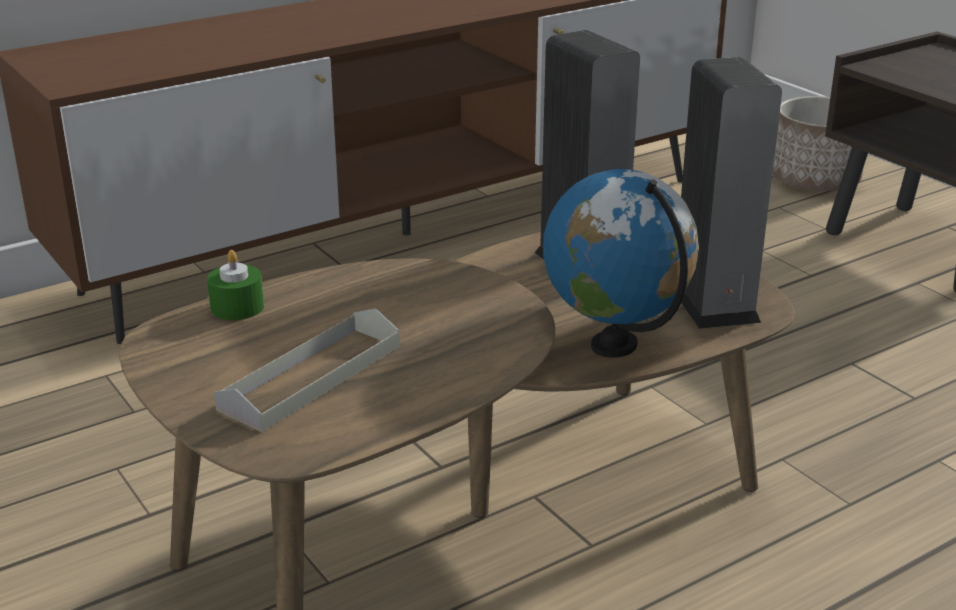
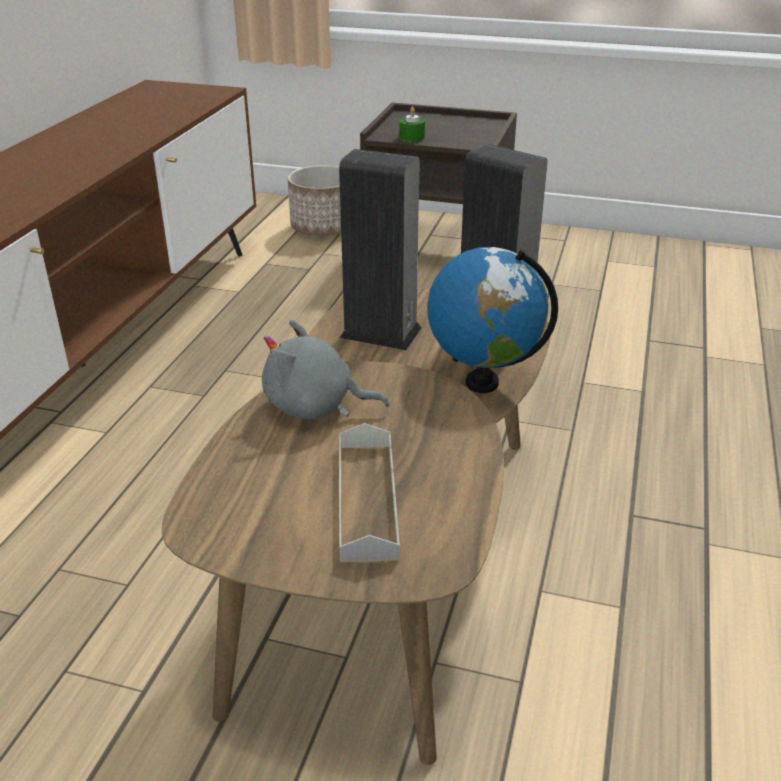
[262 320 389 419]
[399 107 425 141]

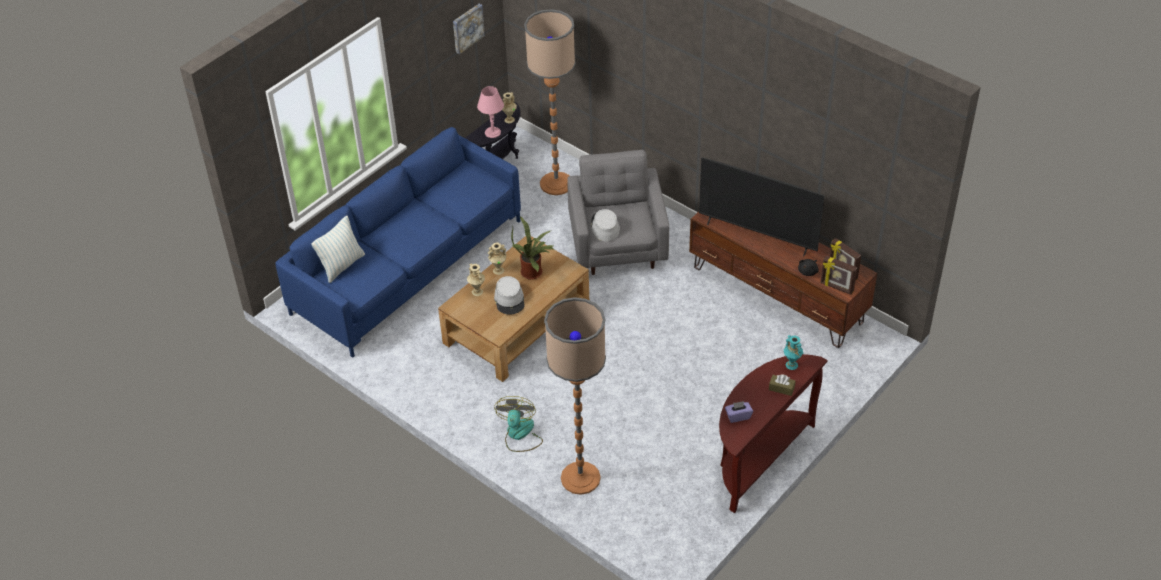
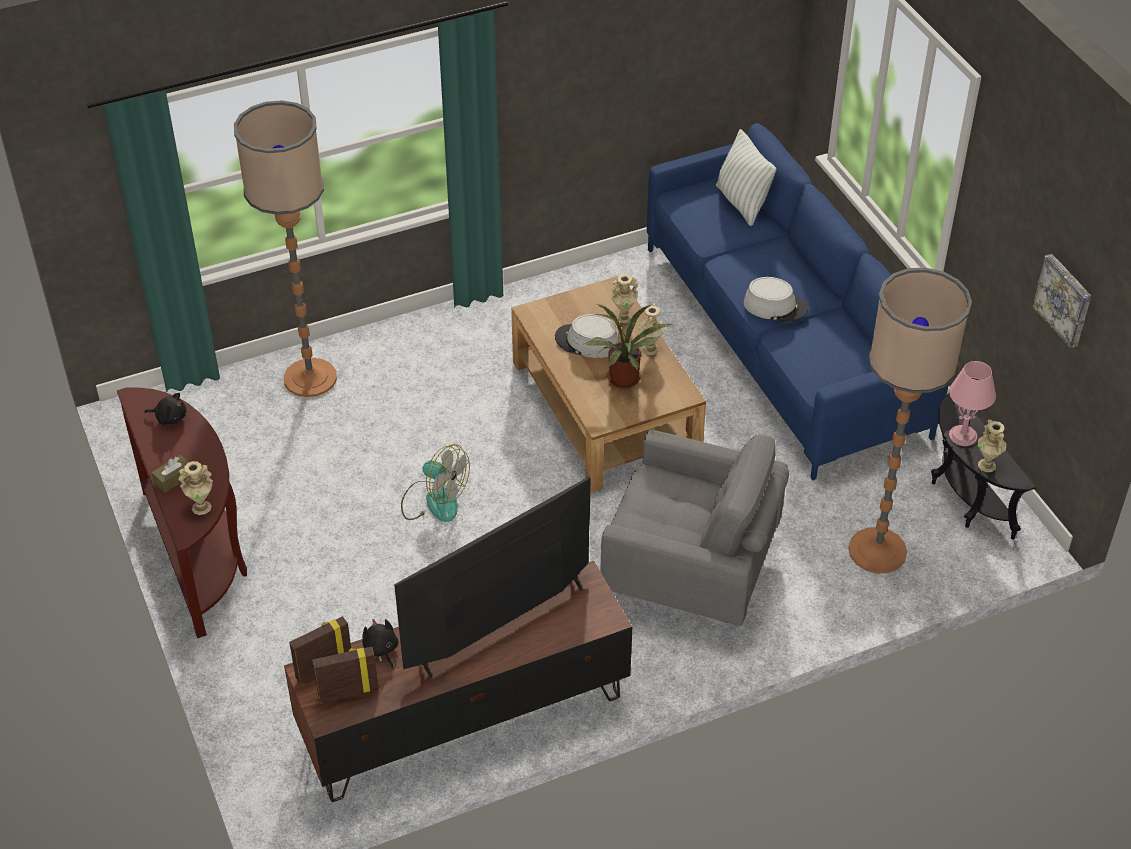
[401 444 470 522]
[743 277 809 322]
[144 393 187 425]
[178 461 213 515]

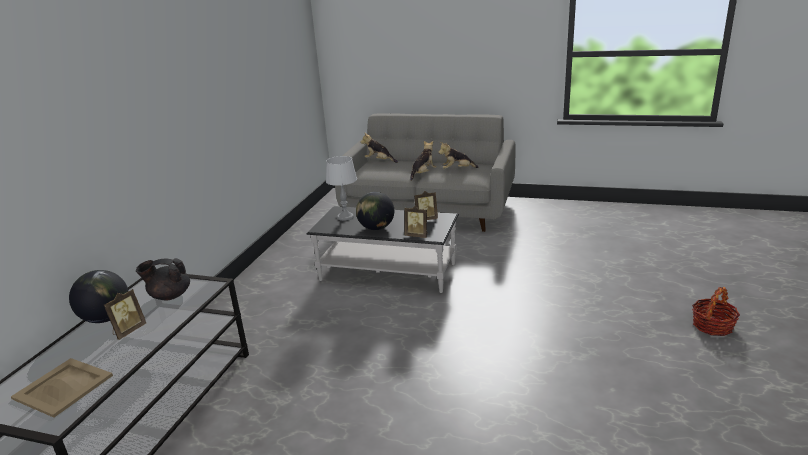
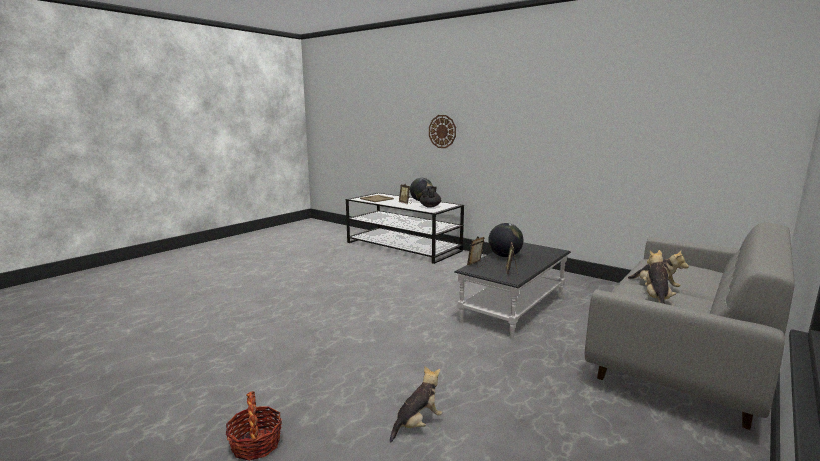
[326 156 357 221] (first image)
[429 115 456 148]
[390 366 442 443]

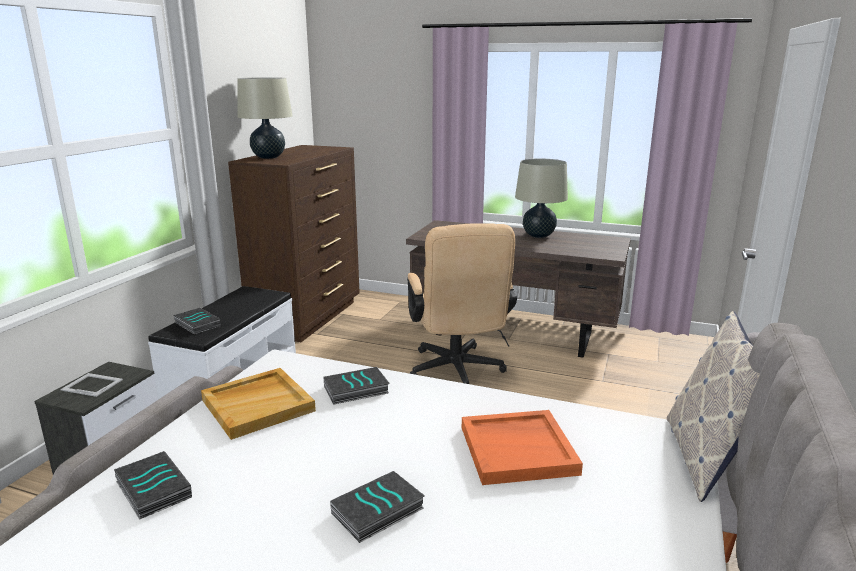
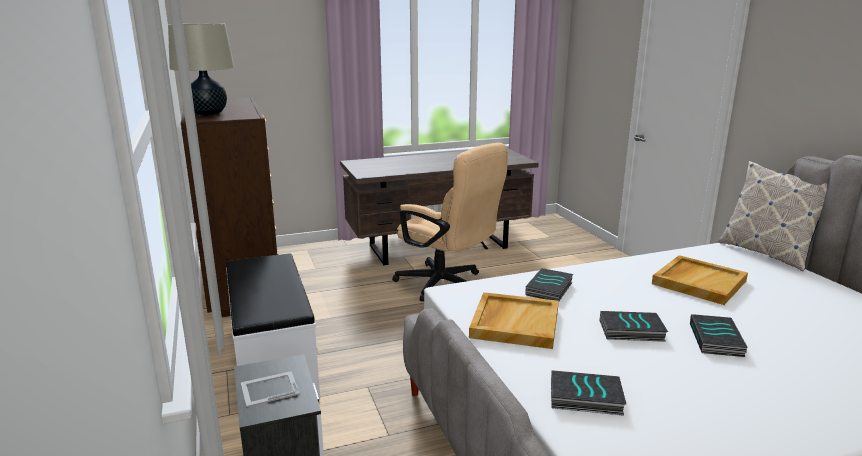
[515 159 568 238] (first image)
[600 311 668 342]
[652 255 748 305]

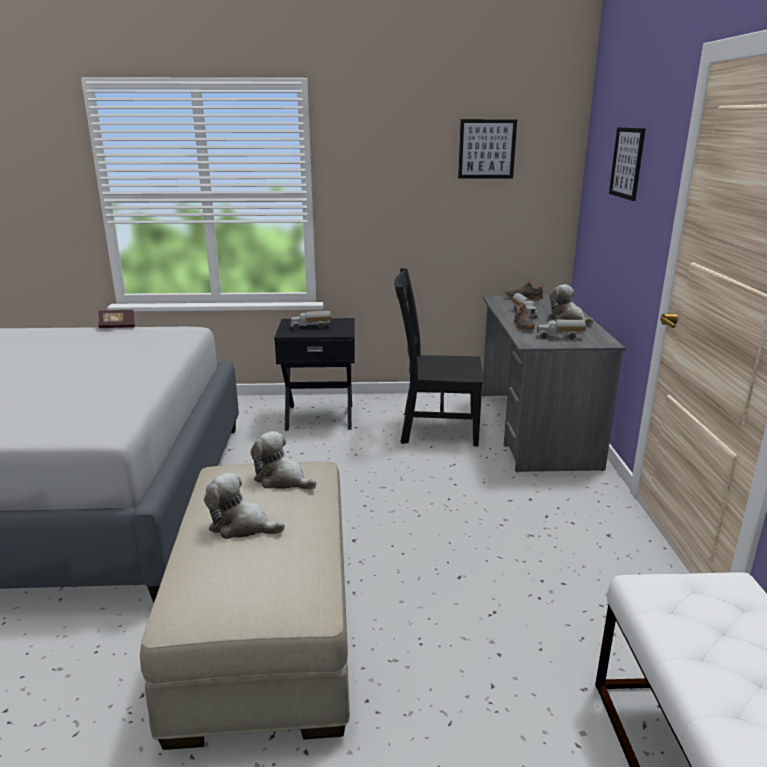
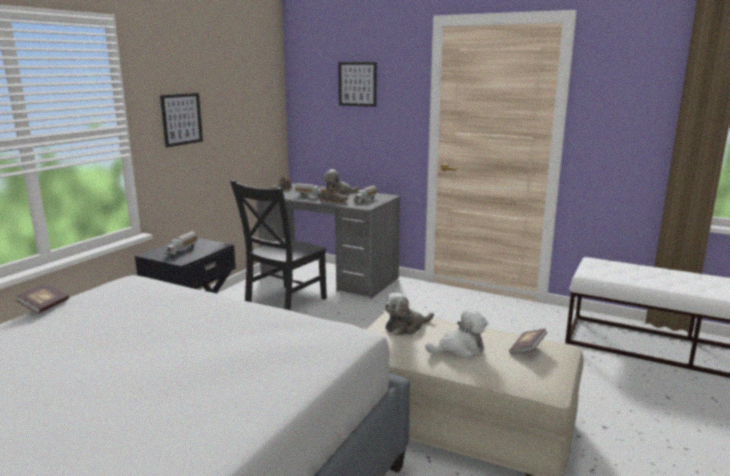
[509 328 547 354]
[160 93 203 147]
[425 308 488 359]

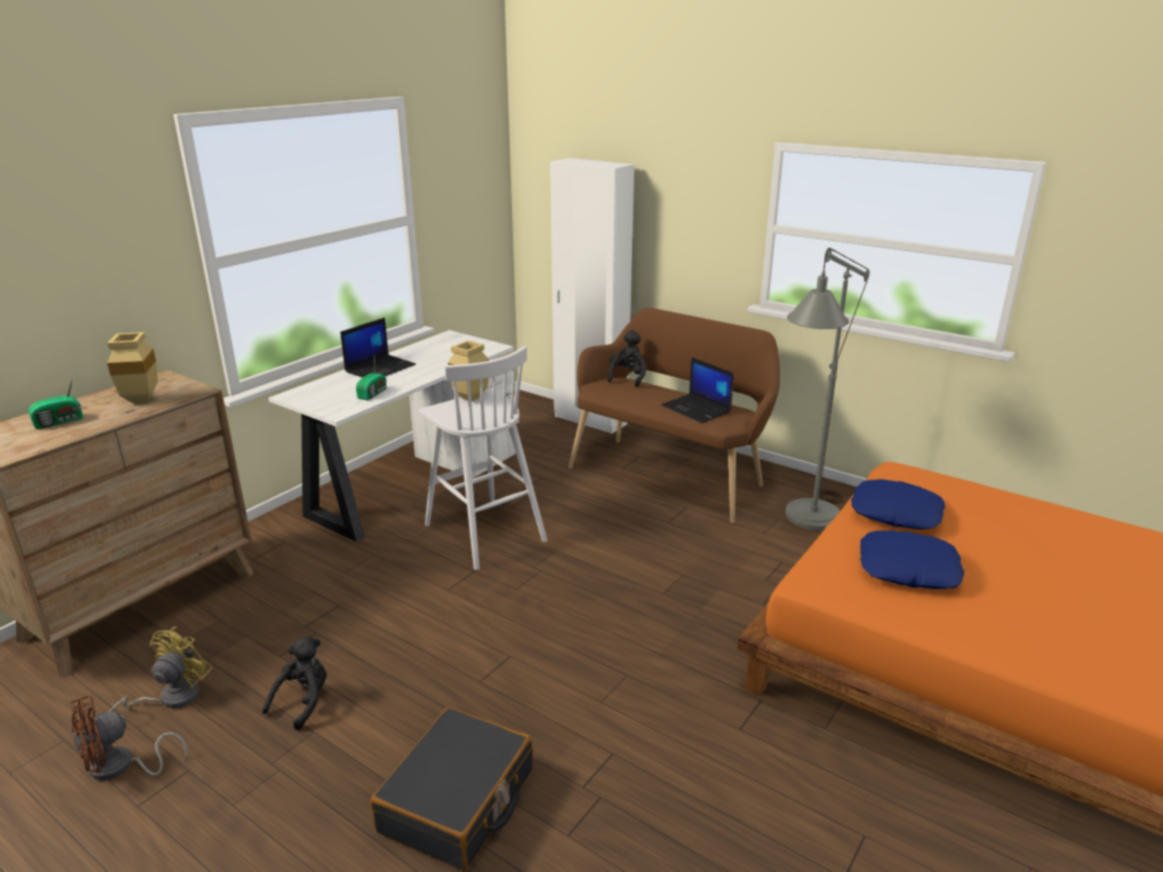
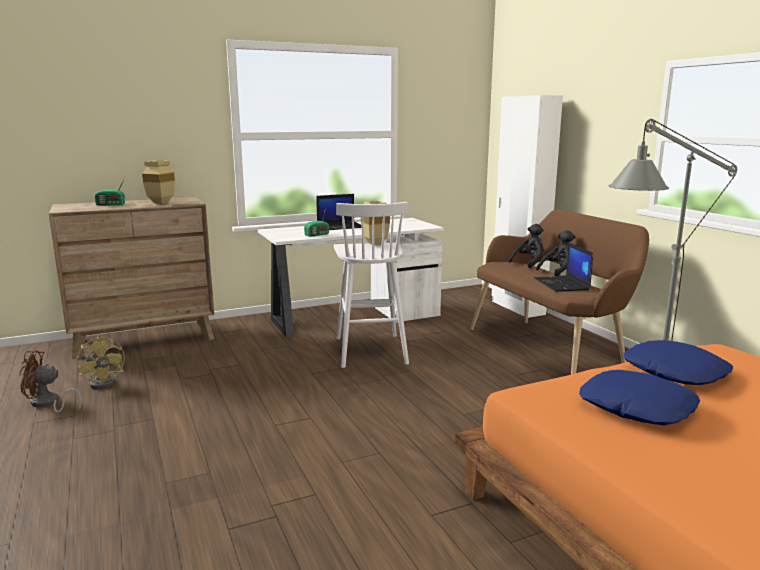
[370 707 533 870] (first image)
[536 230 575 276]
[76 336 125 389]

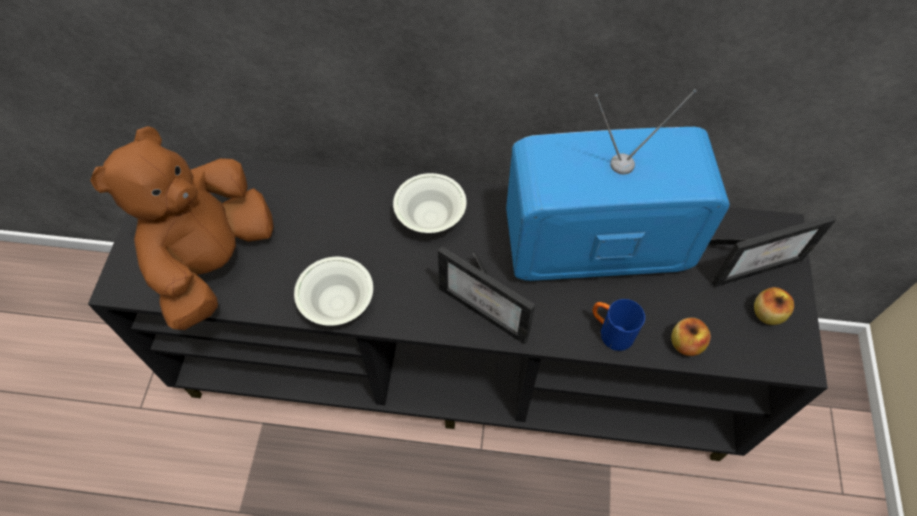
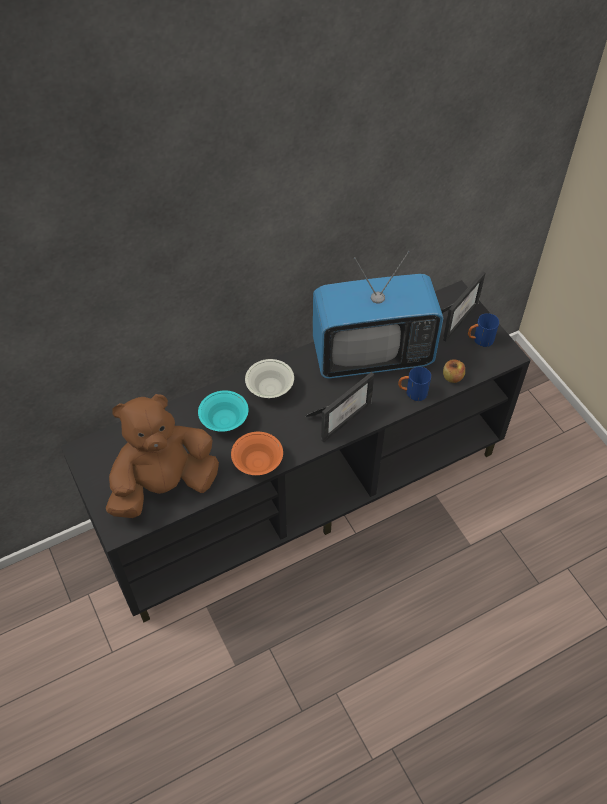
[198 390 249 432]
[468 313 499 347]
[231 432 283 475]
[106 394 219 518]
[305 372 374 442]
[313 251 444 379]

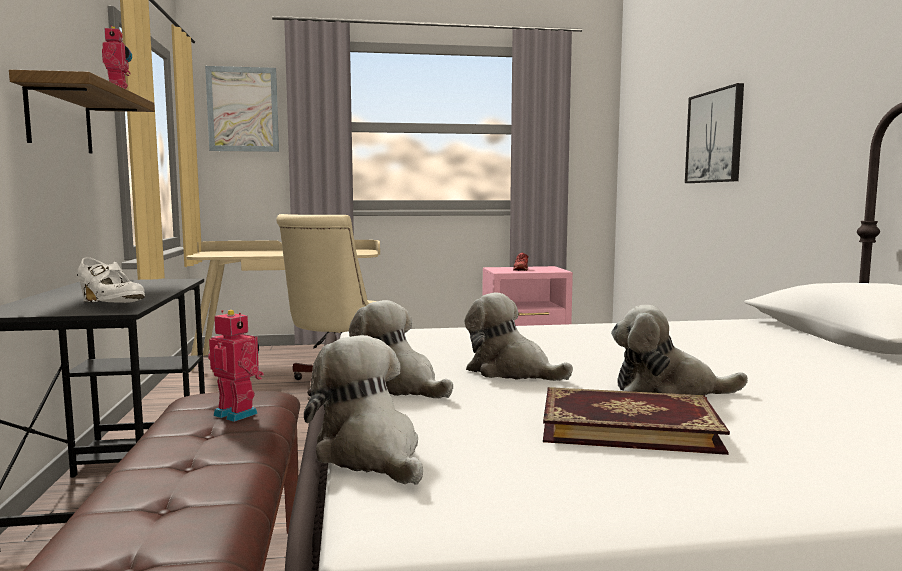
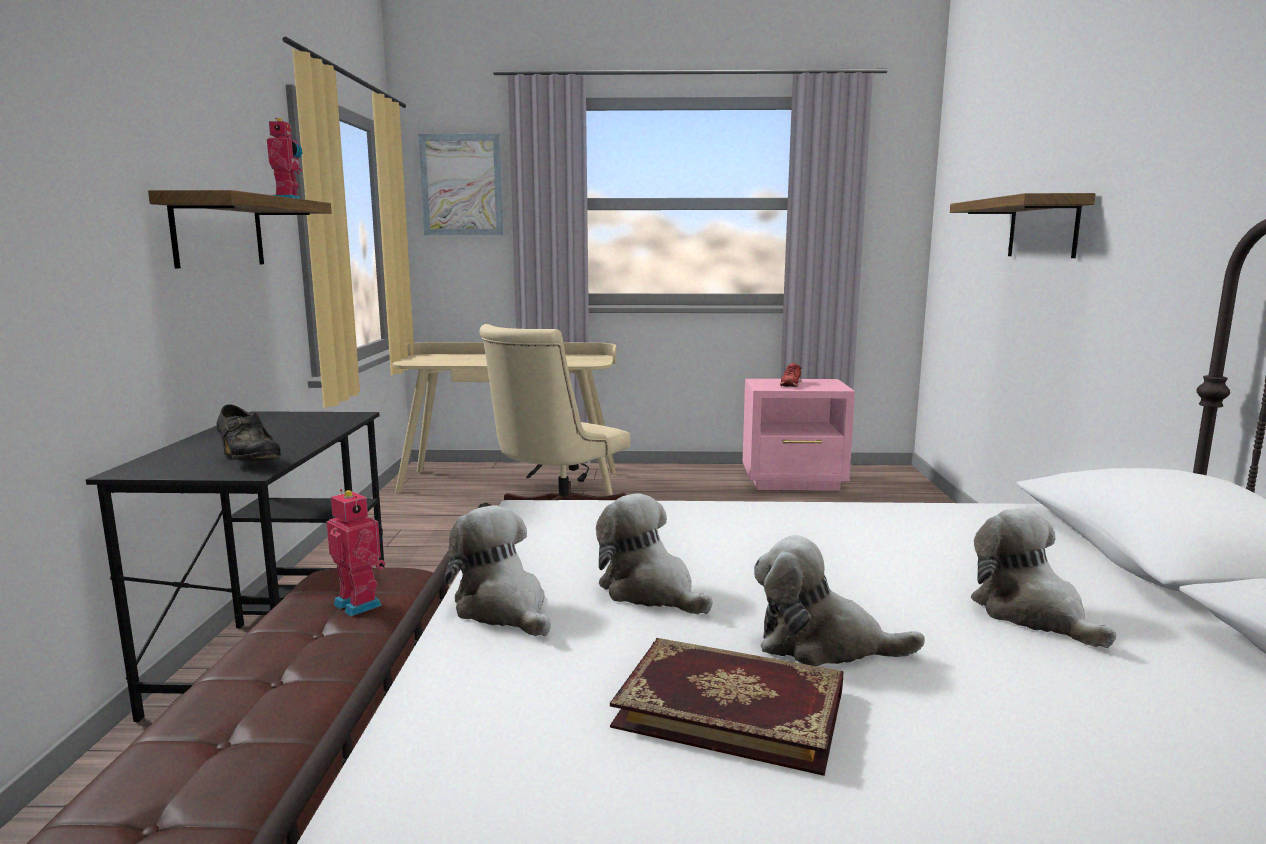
[971 508 1116 648]
[950 193 1096 258]
[216 404 281 461]

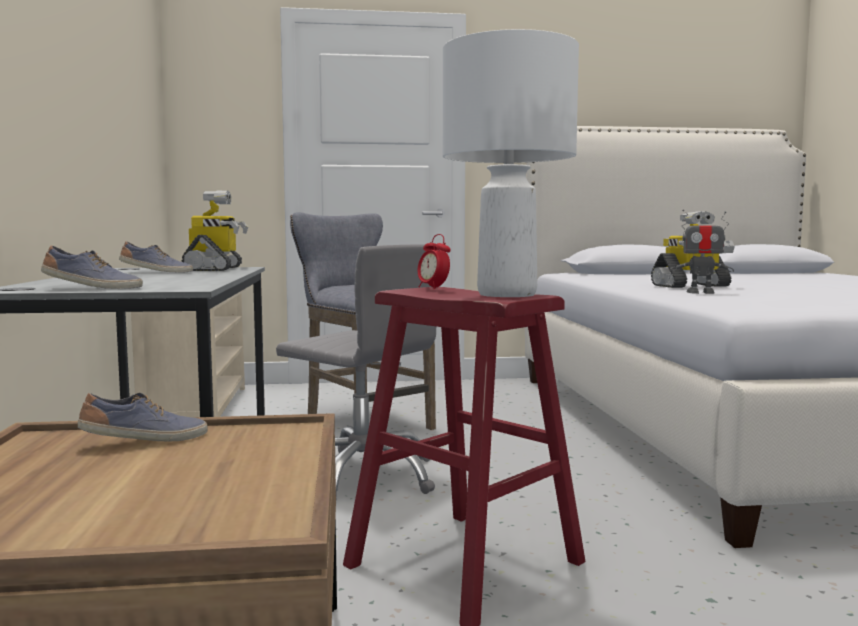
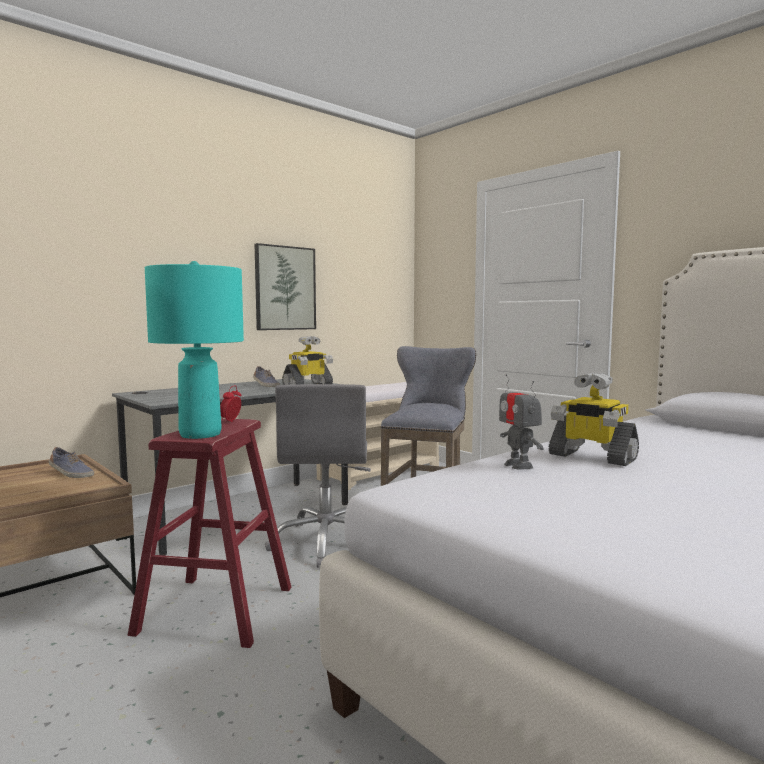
[41 245 143 289] (first image)
[254 243 316 330]
[145 261 244 439]

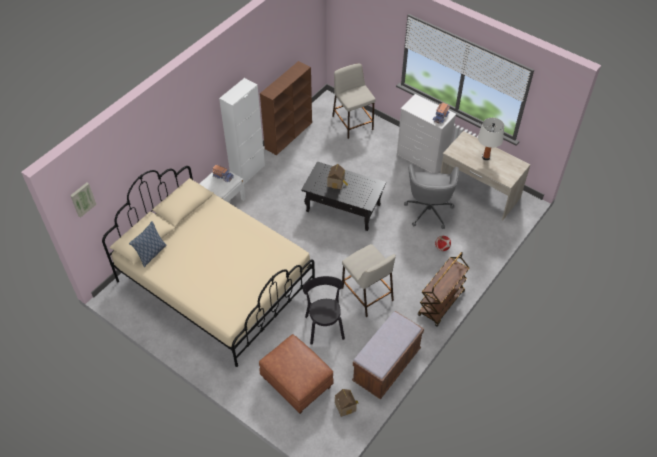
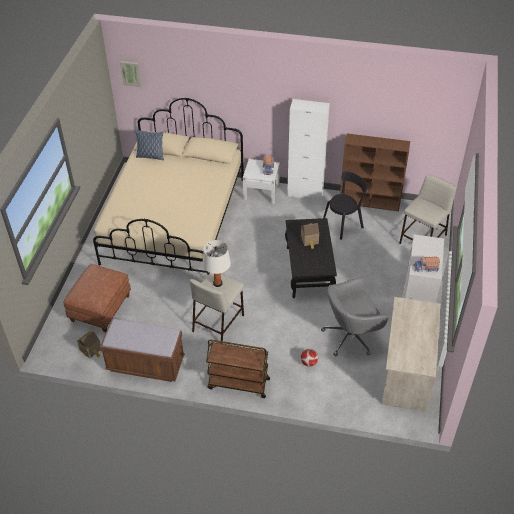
[323 171 367 240]
[202 240 231 287]

